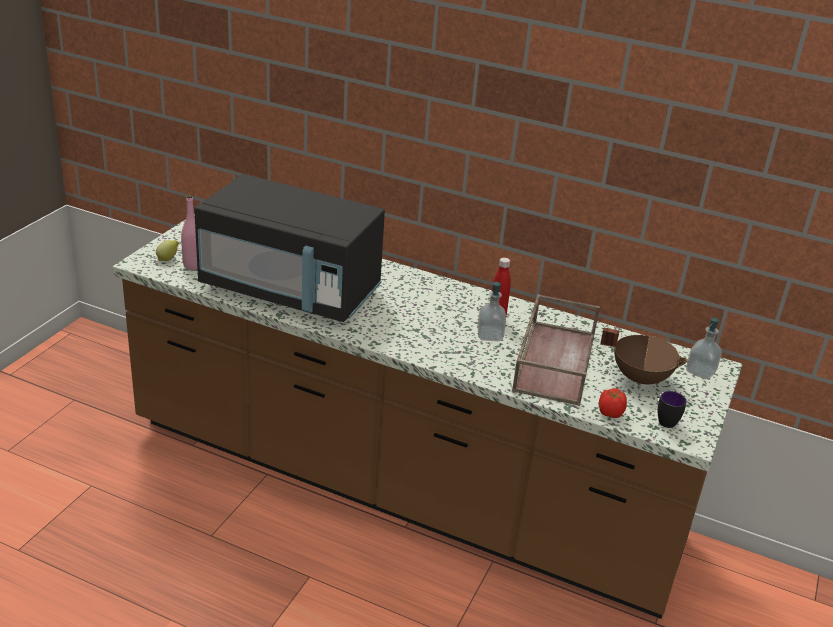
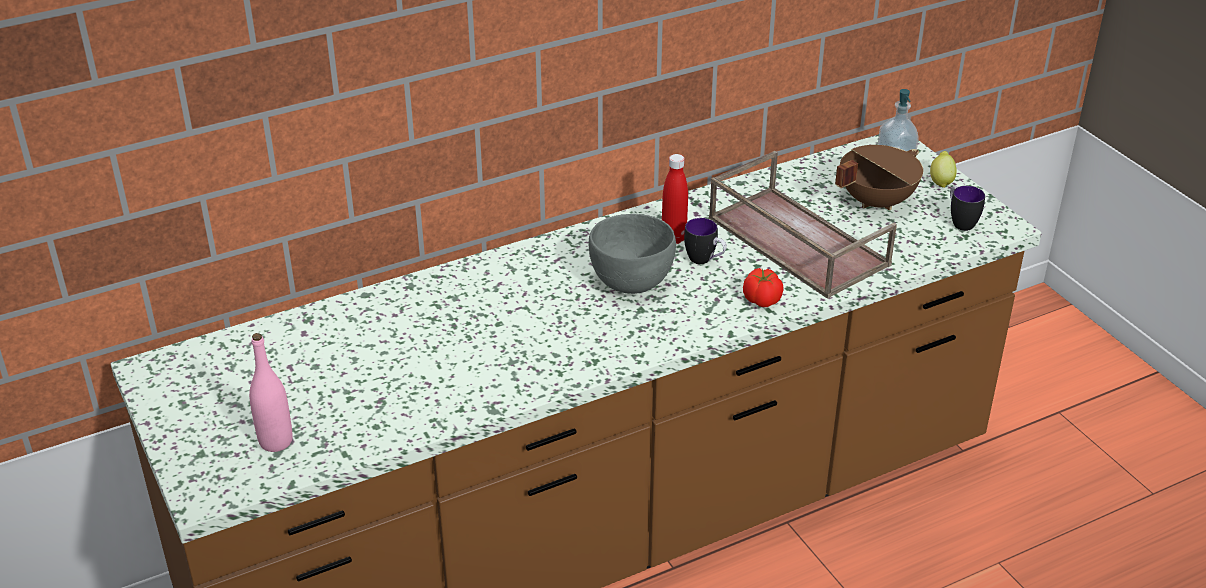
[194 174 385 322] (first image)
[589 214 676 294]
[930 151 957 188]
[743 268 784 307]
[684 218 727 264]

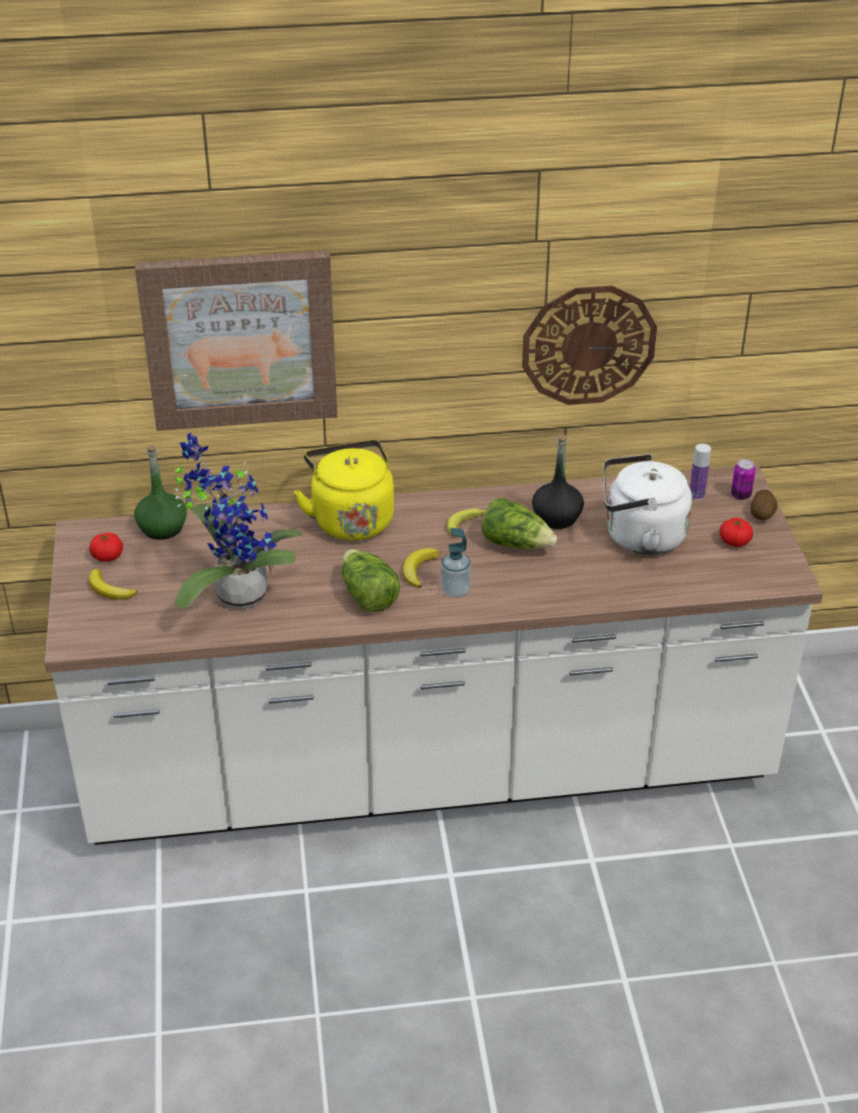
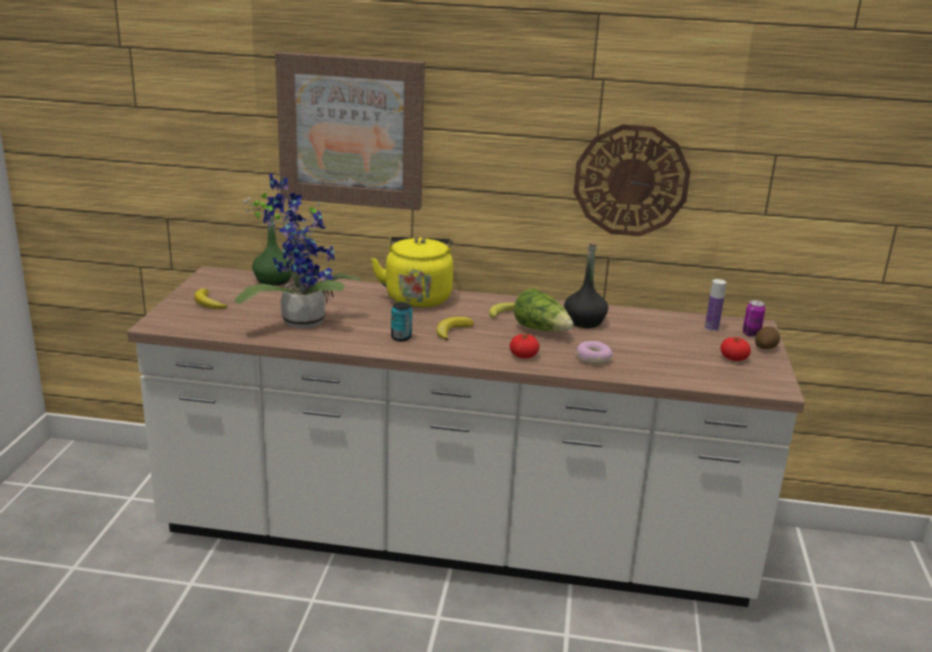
[441 528 471 598] (first image)
[603 454 692 555] (first image)
[576 341 613 365]
[510 334 540 358]
[391 302 412 341]

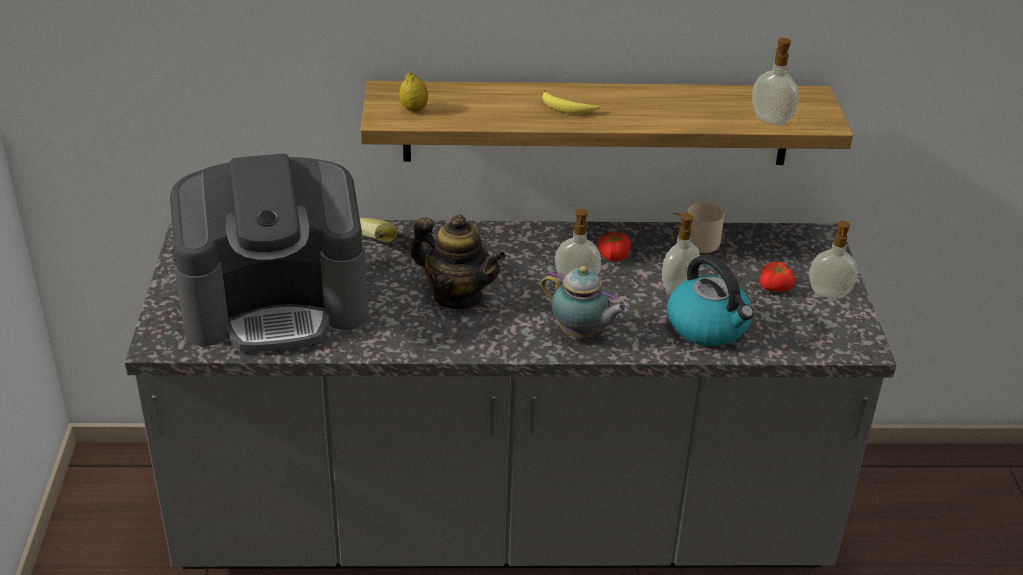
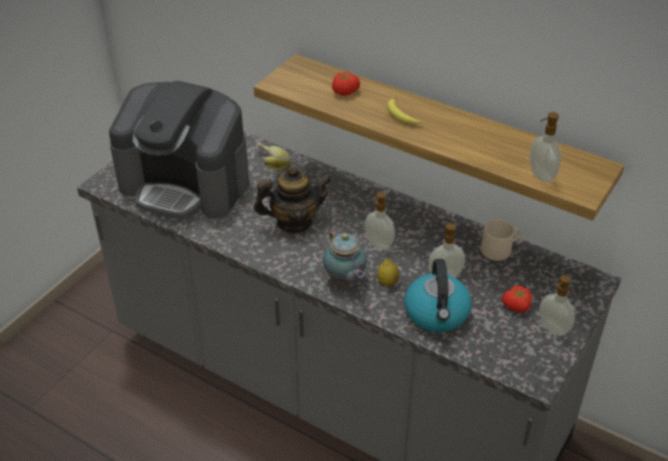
[377 258 399 286]
[332 72 360 96]
[254 166 332 233]

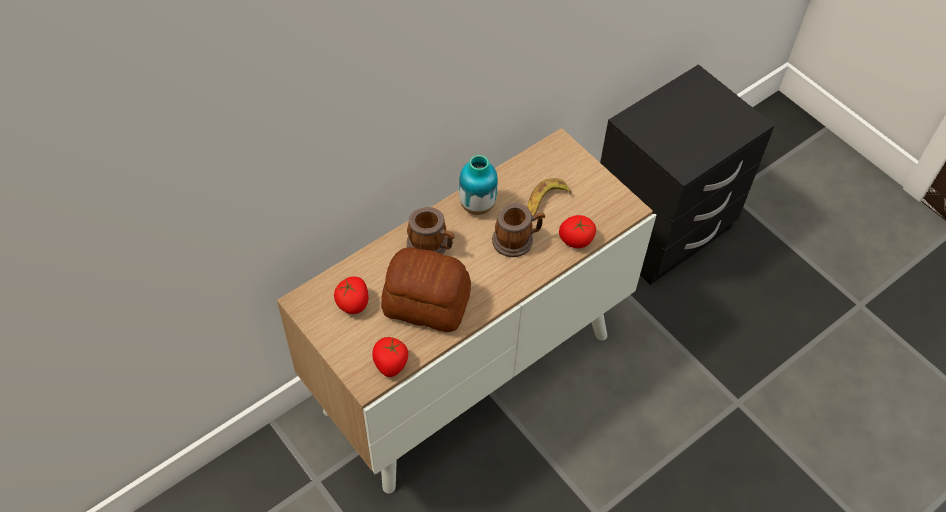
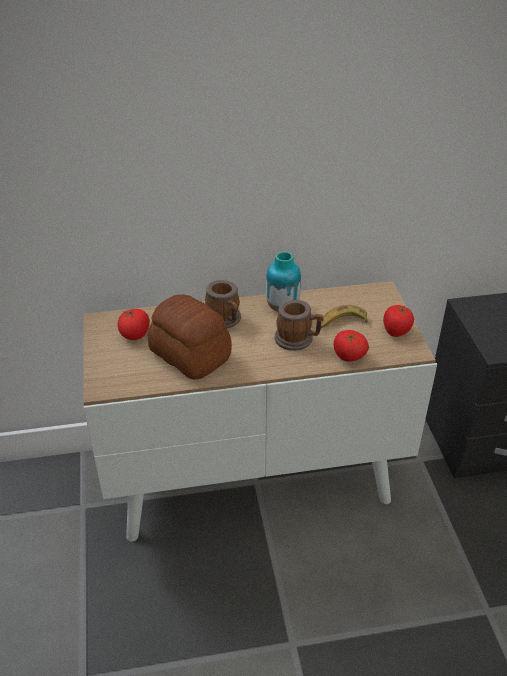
[383 305 414 337]

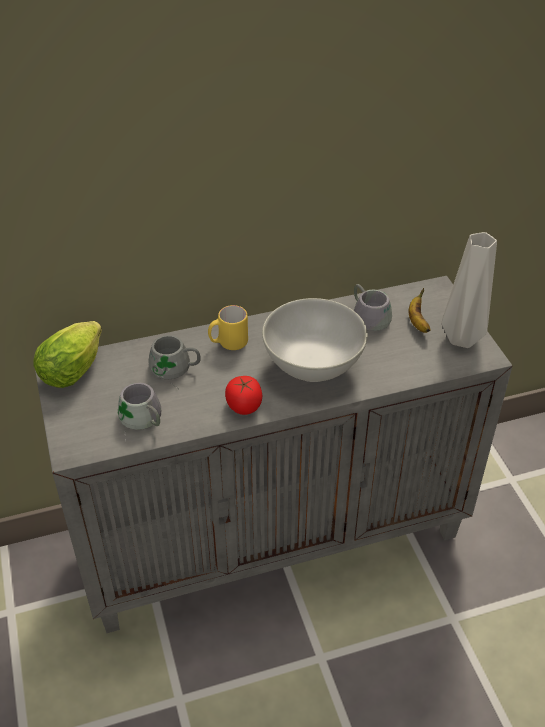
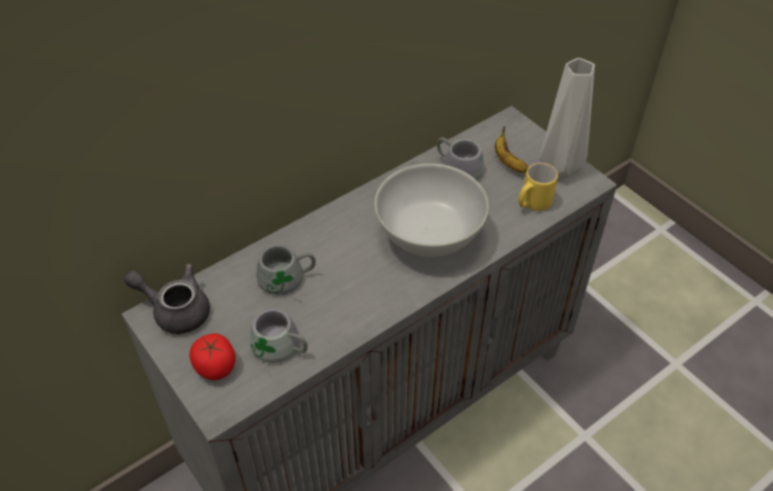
[518 163 558 211]
[190 333 236 380]
[124 264 210 334]

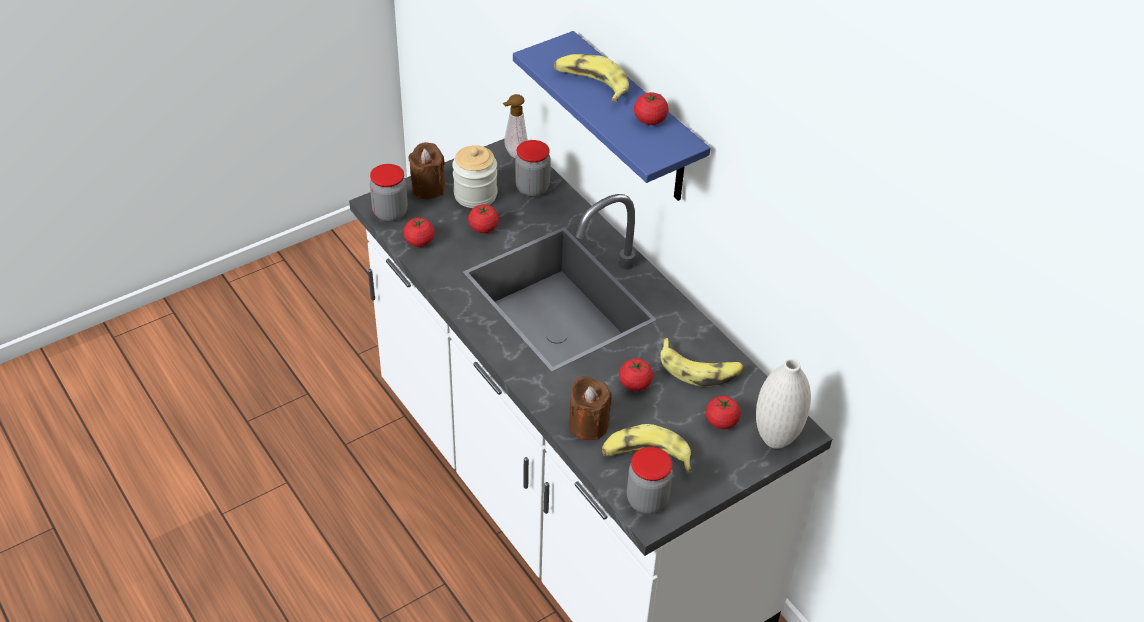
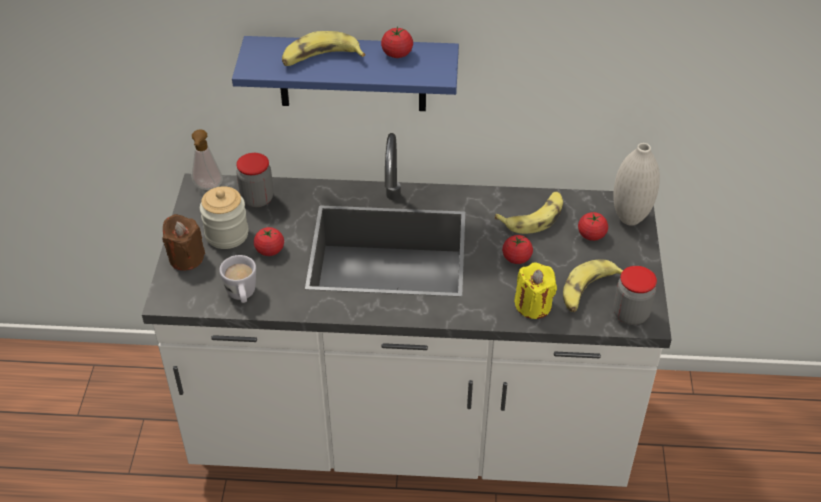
[370 164 408 222] (first image)
[219 255 256 303]
[514 262 557 319]

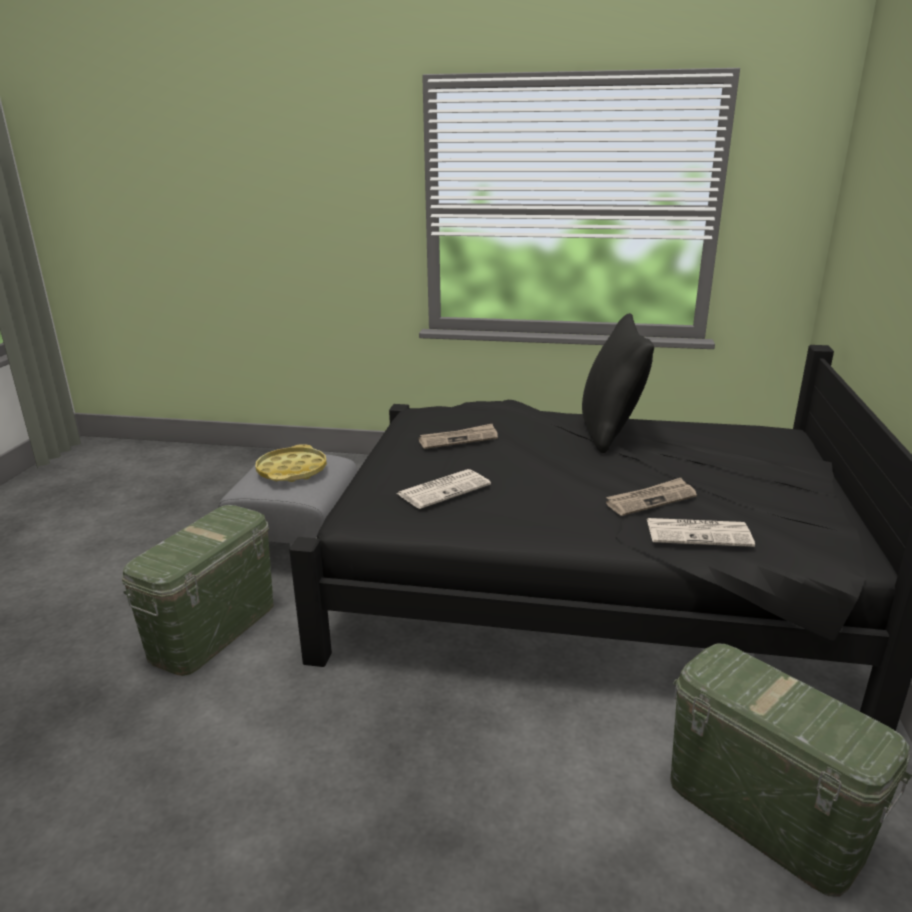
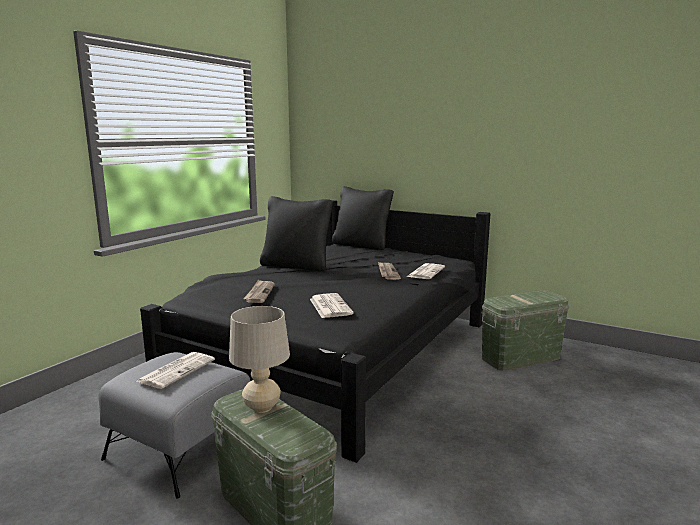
[229 306 290 413]
[332 186 394 250]
[137 352 215 389]

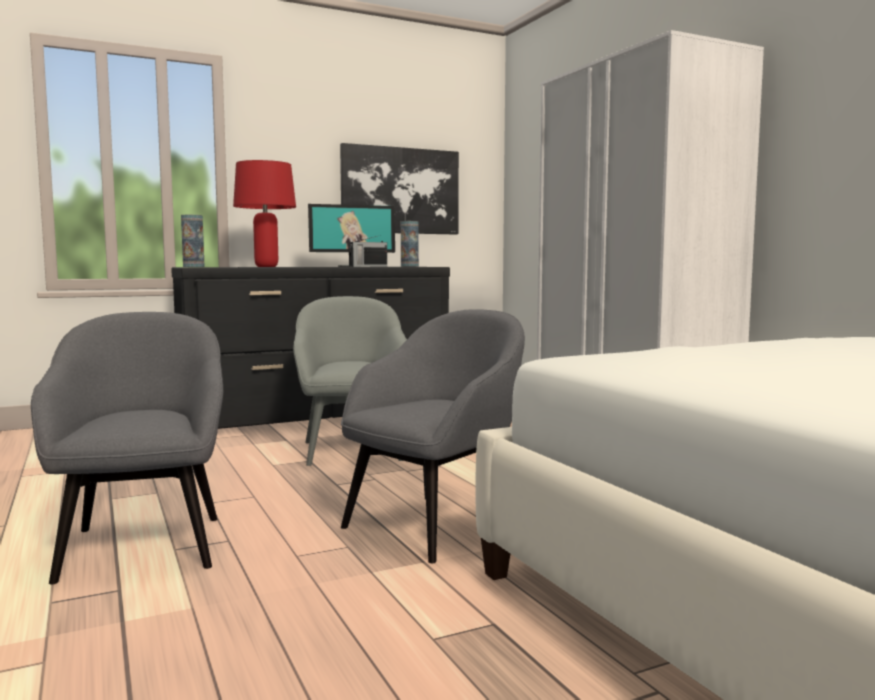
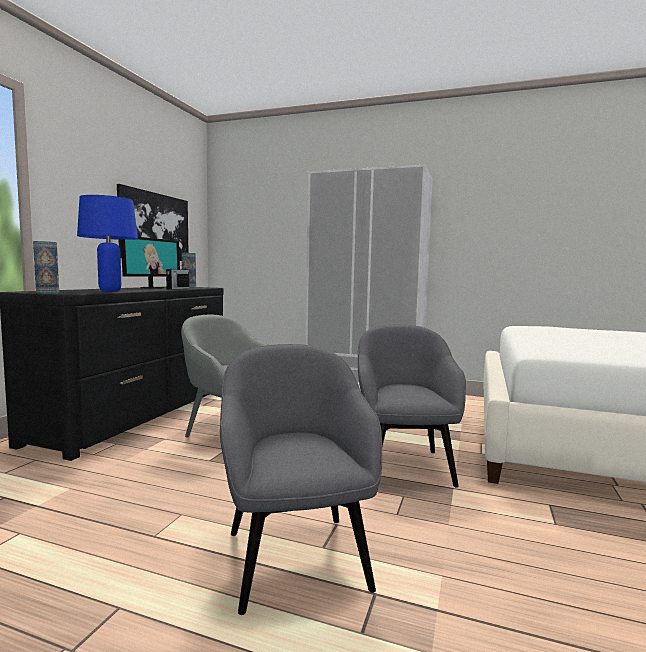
[77 195 138 291]
[220 344 382 615]

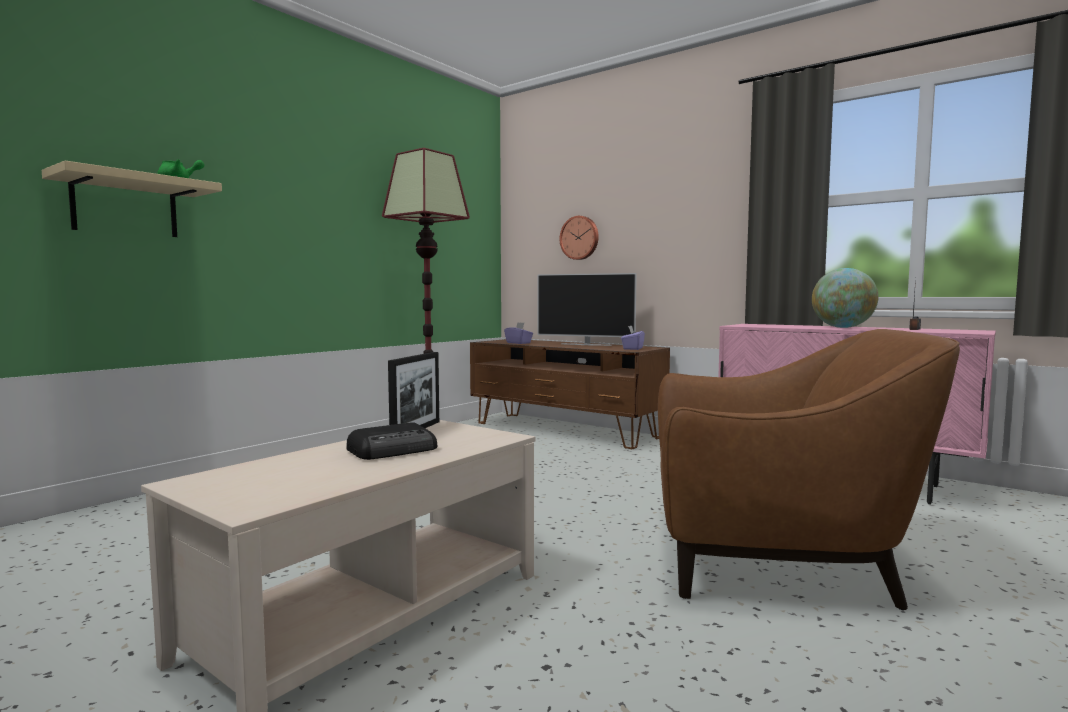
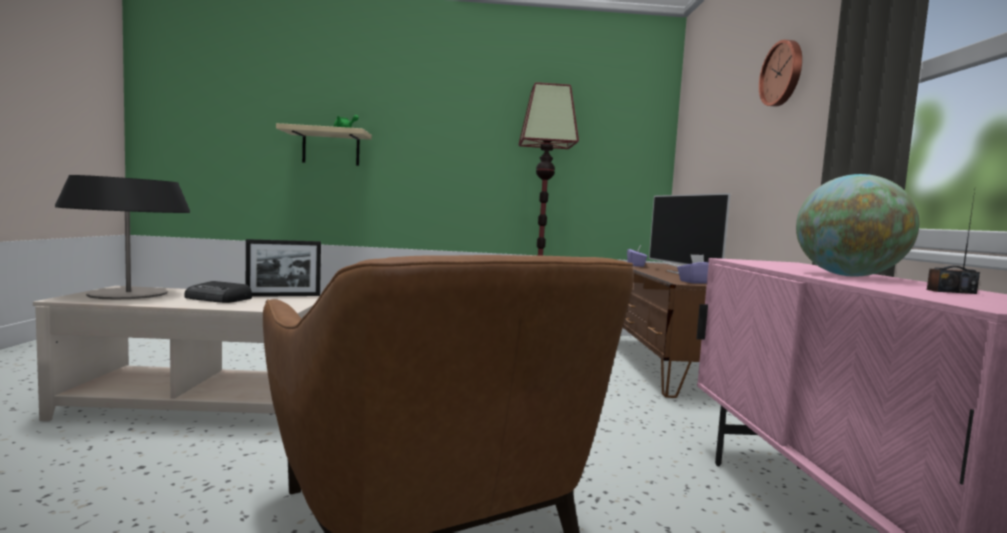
[55 175 190 300]
[759 40 802 107]

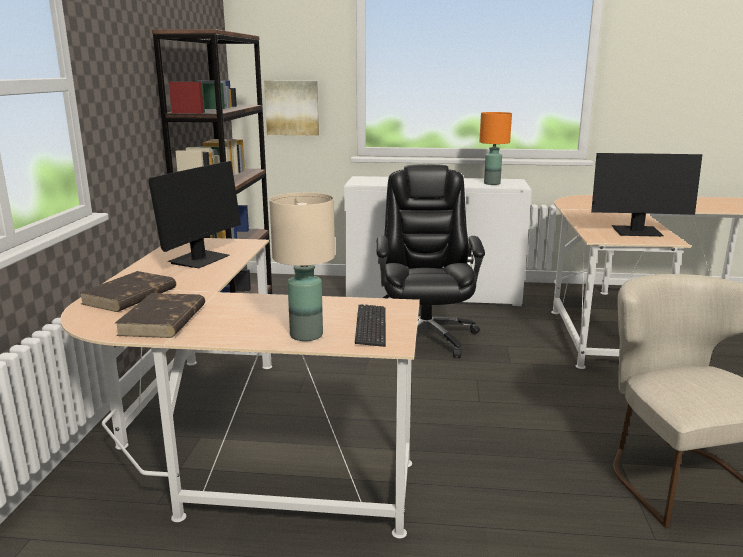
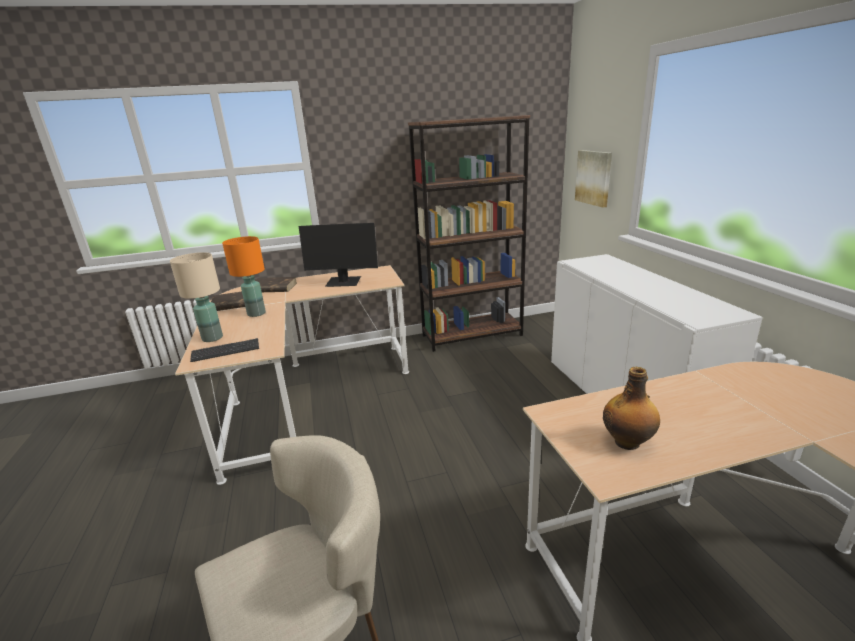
[377 164 485 358] (first image)
[222 236 266 317]
[603 366 660 450]

